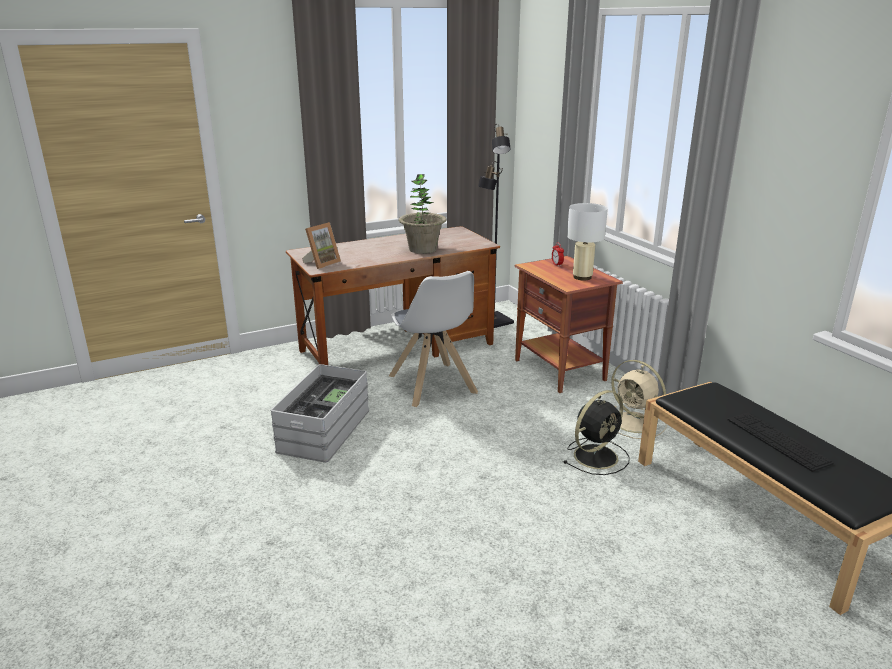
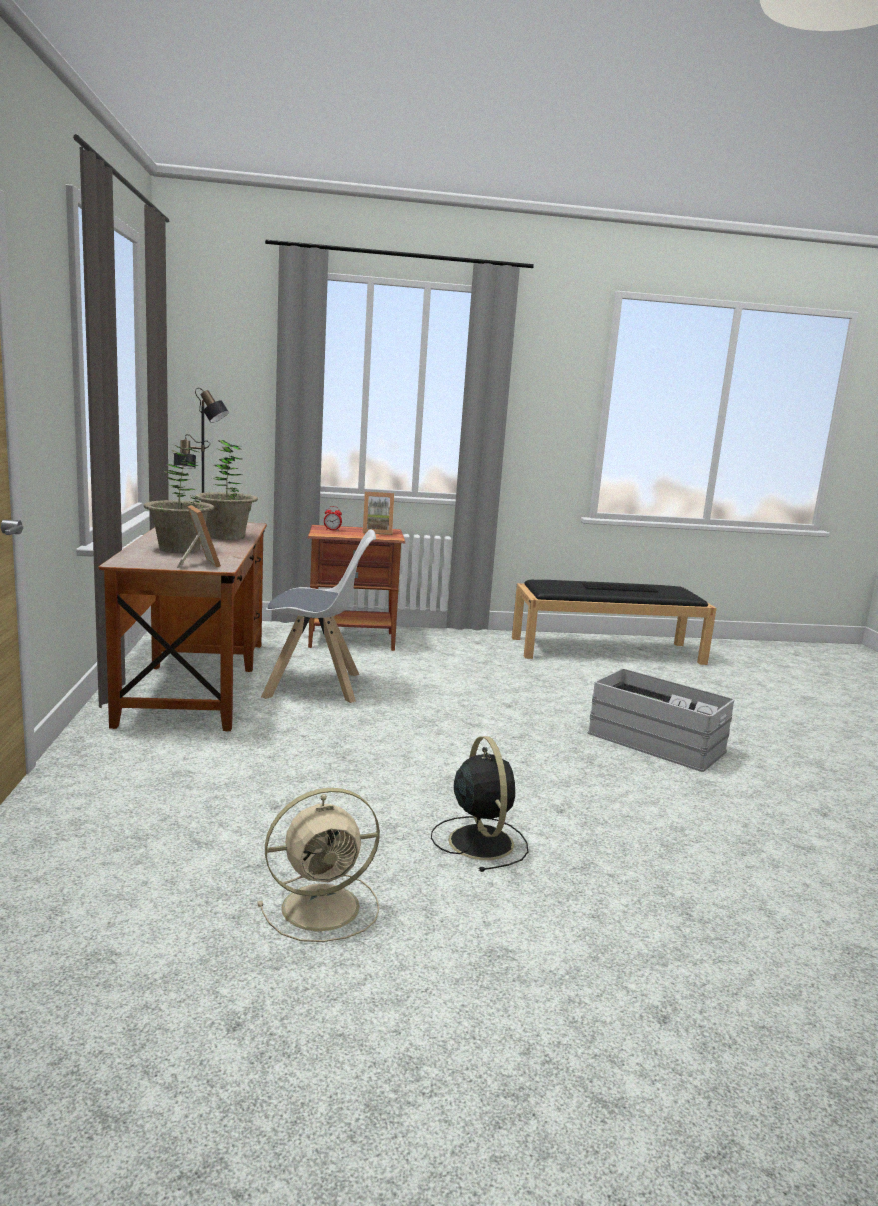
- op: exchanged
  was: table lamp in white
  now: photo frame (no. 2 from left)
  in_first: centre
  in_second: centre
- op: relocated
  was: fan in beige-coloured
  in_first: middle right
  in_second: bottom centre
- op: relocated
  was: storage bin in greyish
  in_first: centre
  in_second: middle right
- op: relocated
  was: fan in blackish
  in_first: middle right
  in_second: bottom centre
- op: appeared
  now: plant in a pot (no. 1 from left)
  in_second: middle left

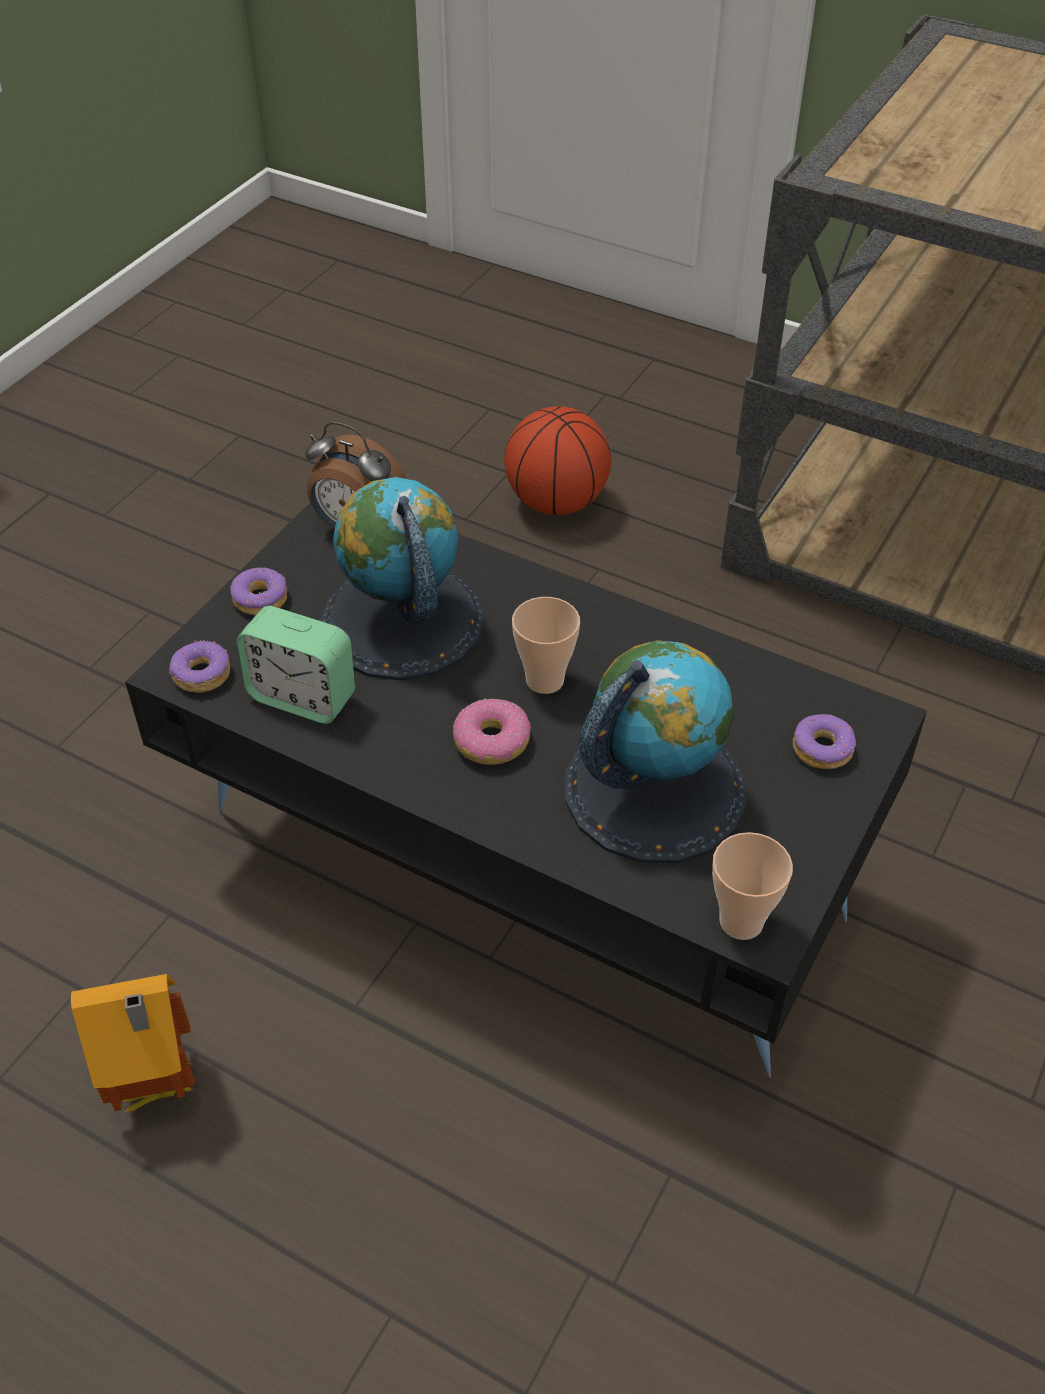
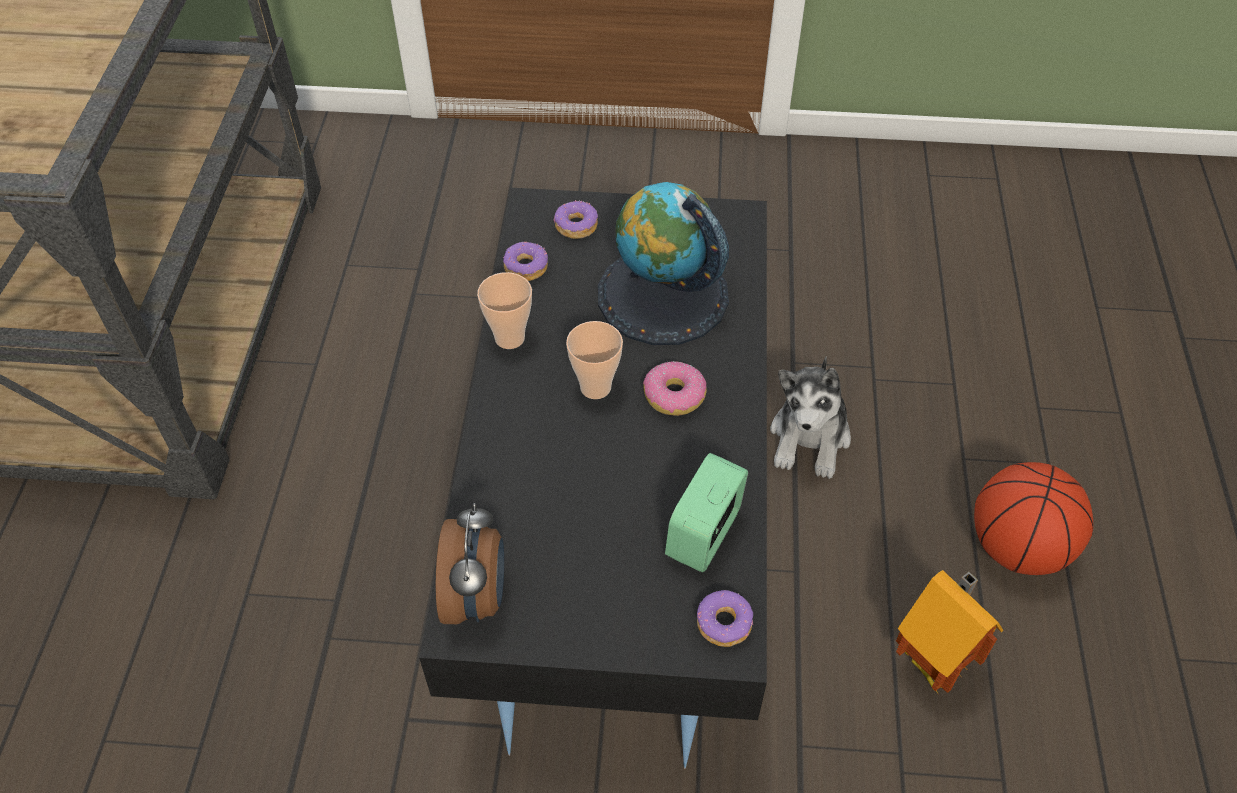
- op: relocated
  was: basketball ball
  in_first: top centre
  in_second: middle right
- op: missing
  was: world globe (no. 1 from left)
  in_first: centre
- op: relocated
  was: donut (no. 2 from left in the first image)
  now: donut (no. 1 from left)
  in_first: middle left
  in_second: top centre
- op: spun
  was: table clock (no. 1 from left in the first image)
  in_first: middle left
  in_second: centre
  clockwise: -150
- op: relocated
  was: small cup (no. 2 from left in the first image)
  now: small cup (no. 1 from left)
  in_first: middle right
  in_second: centre
- op: appeared
  now: plush toy
  in_second: centre

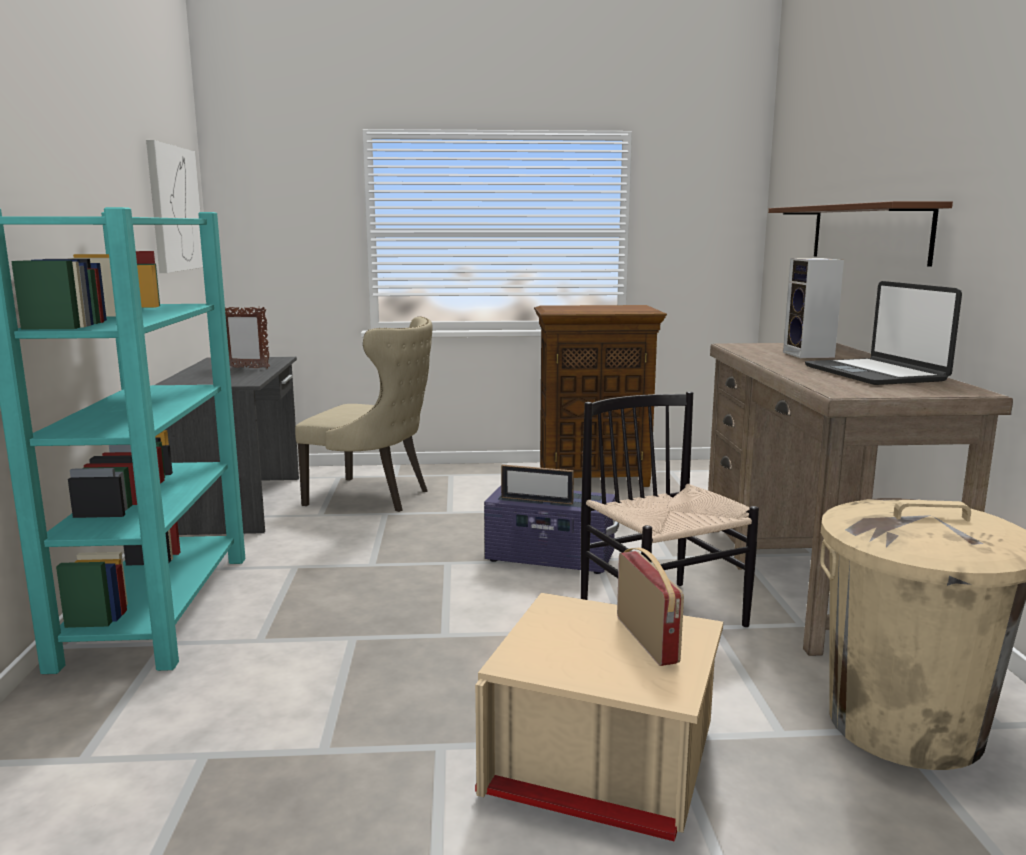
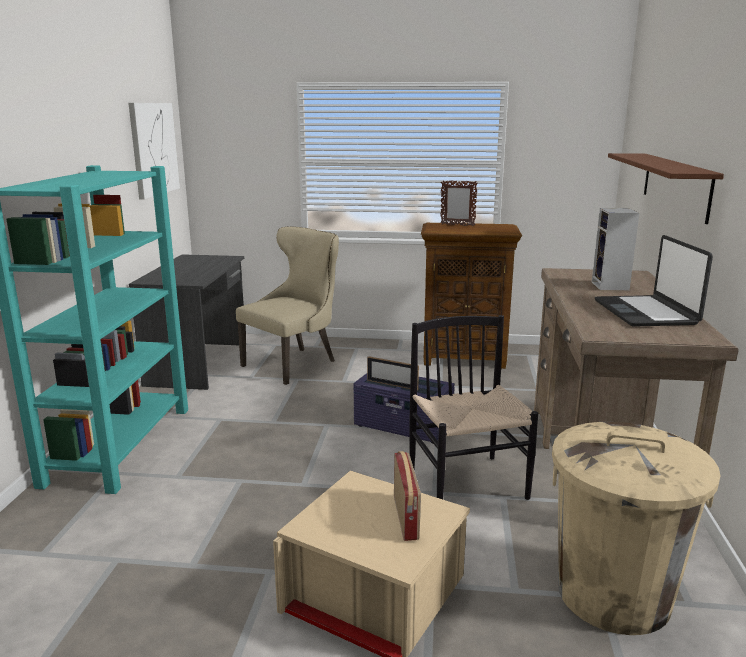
- op: relocated
  was: photo frame (no. 1 from left in the first image)
  now: photo frame (no. 2 from left)
  in_first: middle left
  in_second: top centre
- op: spun
  was: upright chair in beige-coloured
  in_first: centre
  in_second: centre
  clockwise: -75

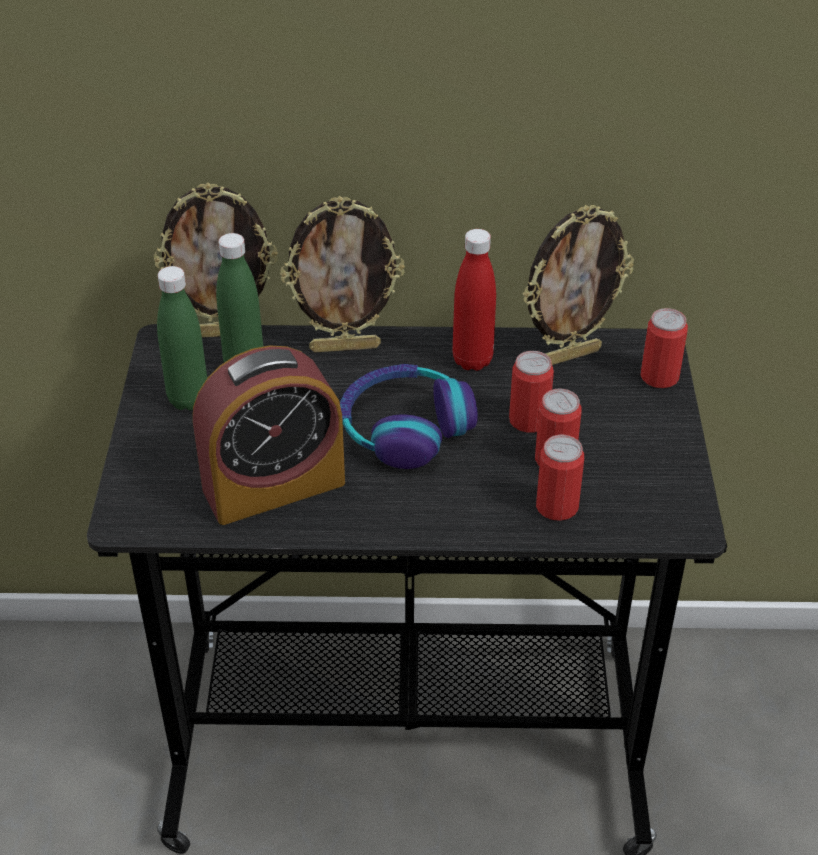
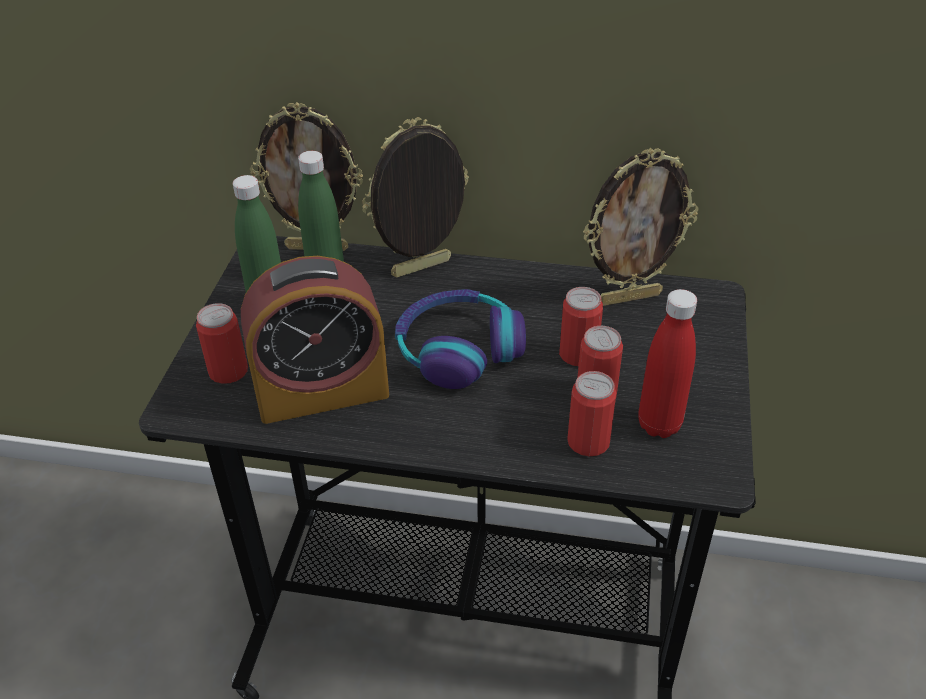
- op: spun
  was: photo frame (no. 2 from left)
  in_first: top centre
  in_second: top centre
  clockwise: 150
- op: relocated
  was: drink bottle in red
  in_first: centre
  in_second: middle right
- op: relocated
  was: metal can (no. 4 from left in the first image)
  now: metal can (no. 1 from left)
  in_first: middle right
  in_second: middle left

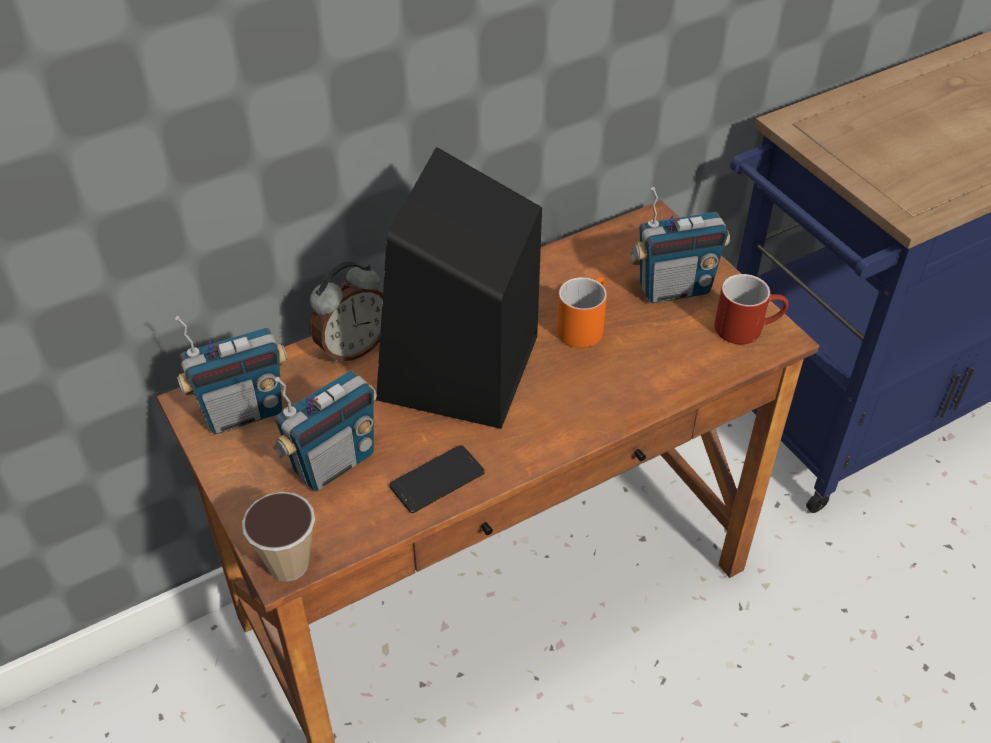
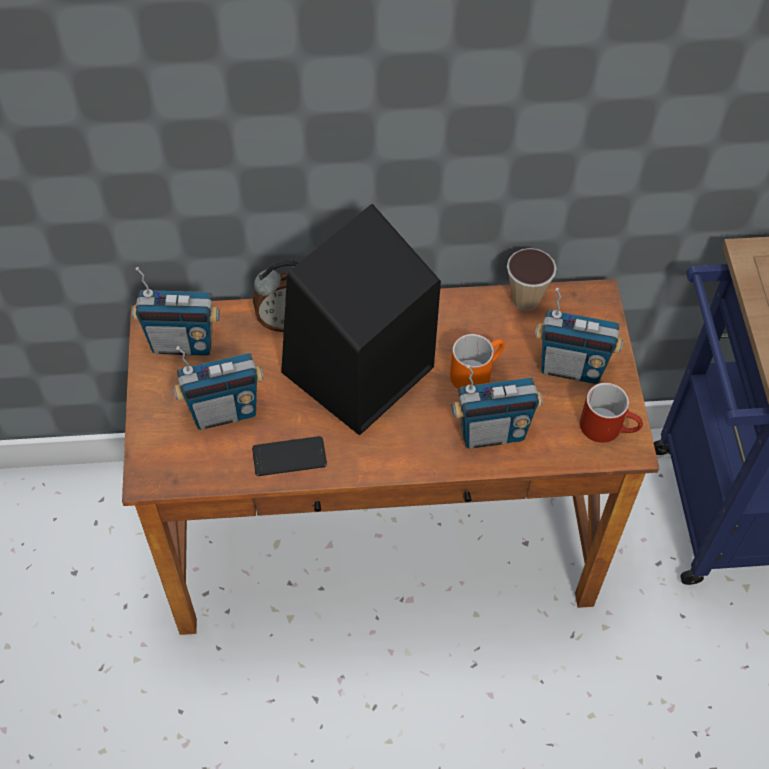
- op: relocated
  was: small cup
  in_first: bottom left
  in_second: middle right
- op: appeared
  now: radio (no. 3 from left)
  in_second: centre

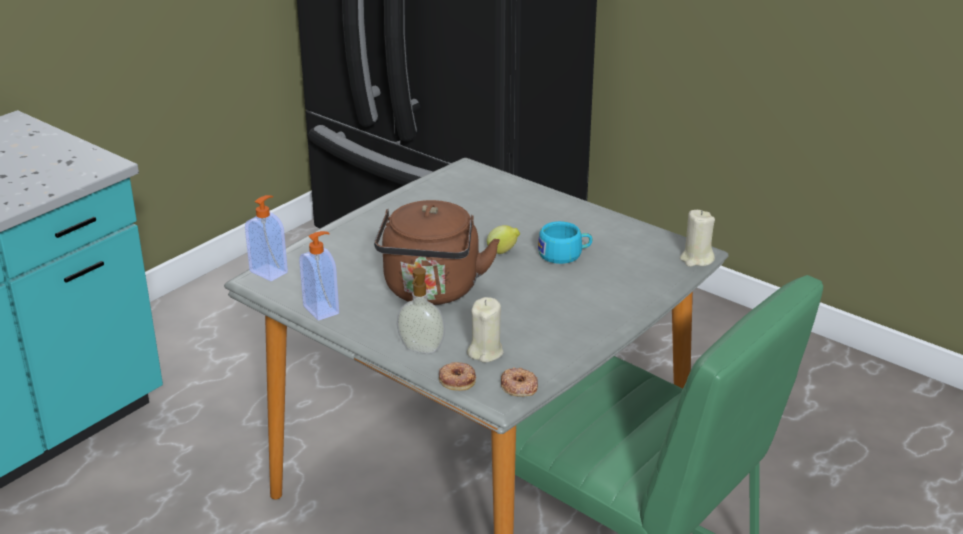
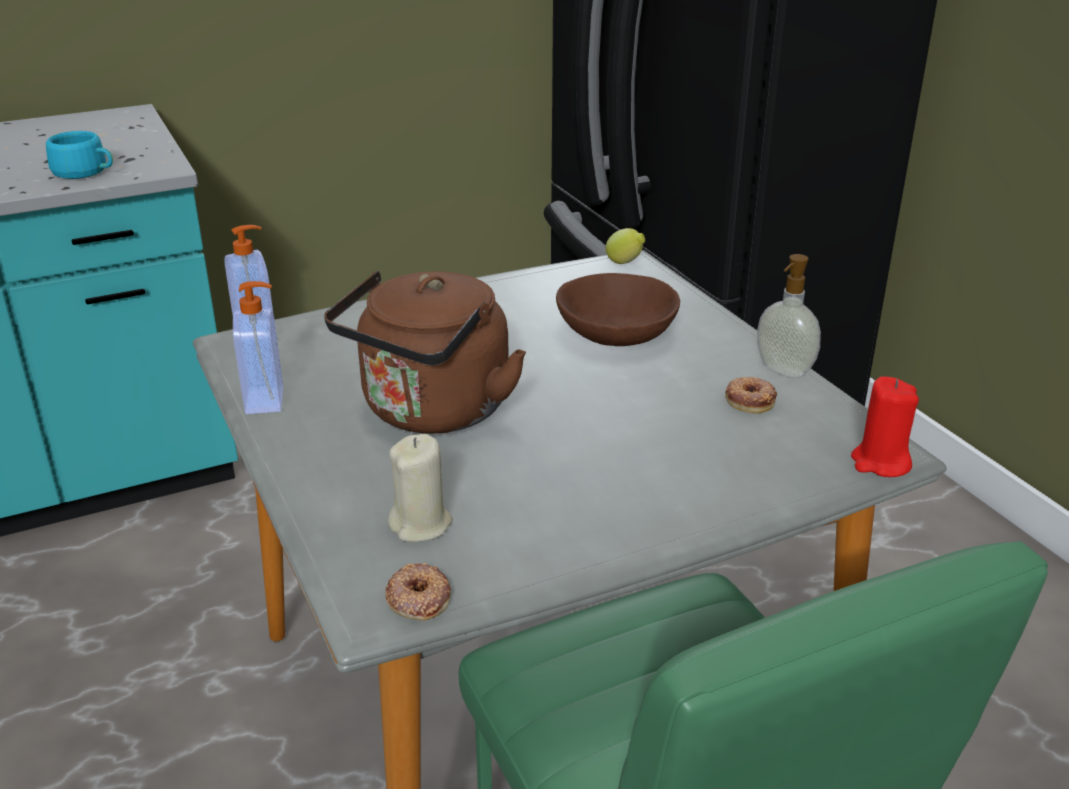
- op: colour
  was: candle in beige-coloured (no. 2 from left)
  now: candle in red
  in_first: middle right
  in_second: middle right
- op: relocated
  was: small cup in turquoise-coloured
  in_first: centre
  in_second: top left
- op: relocated
  was: lemon
  in_first: centre
  in_second: top centre
- op: relocated
  was: soap bottle (no. 3 from left)
  in_first: centre
  in_second: middle right
- op: relocated
  was: donut (no. 1 from left in the first image)
  now: donut (no. 2 from left)
  in_first: bottom centre
  in_second: middle right
- op: appeared
  now: bowl in brown
  in_second: centre

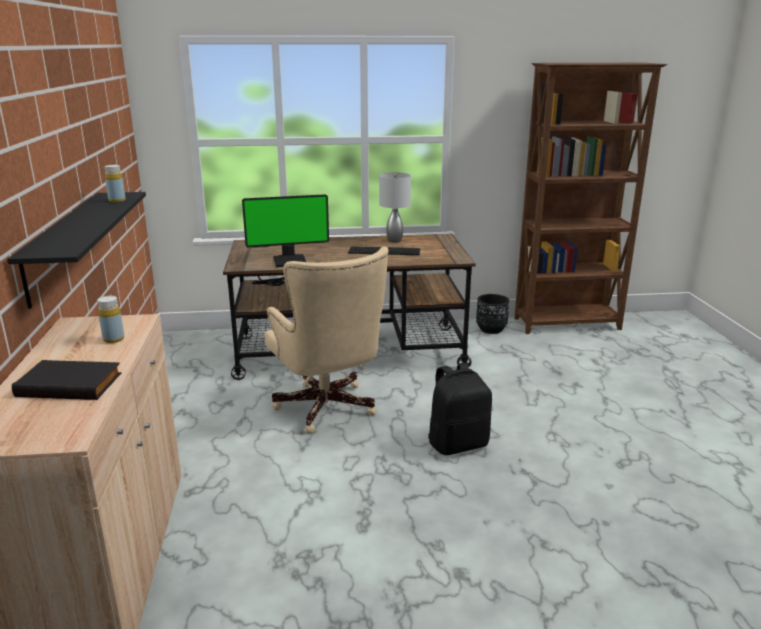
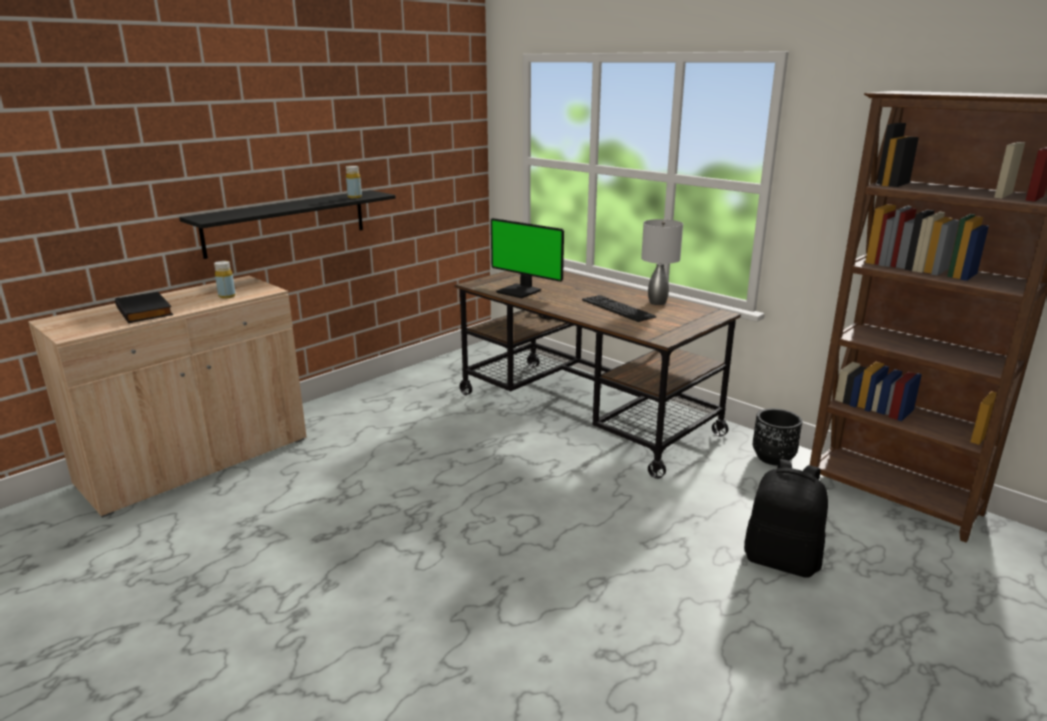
- op: missing
  was: office chair in beige-coloured
  in_first: centre
- op: relocated
  was: knapsack in blackish
  in_first: centre
  in_second: bottom right

